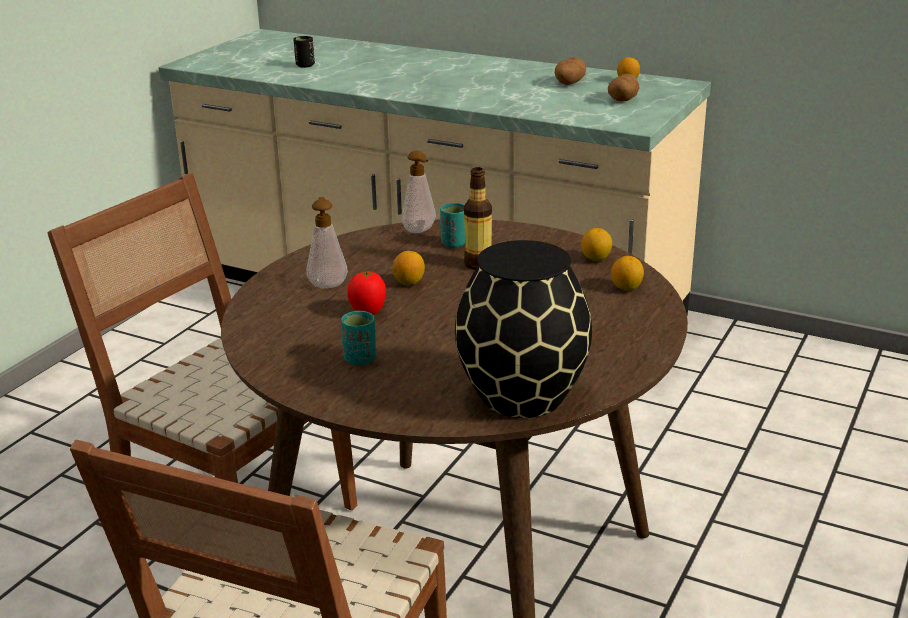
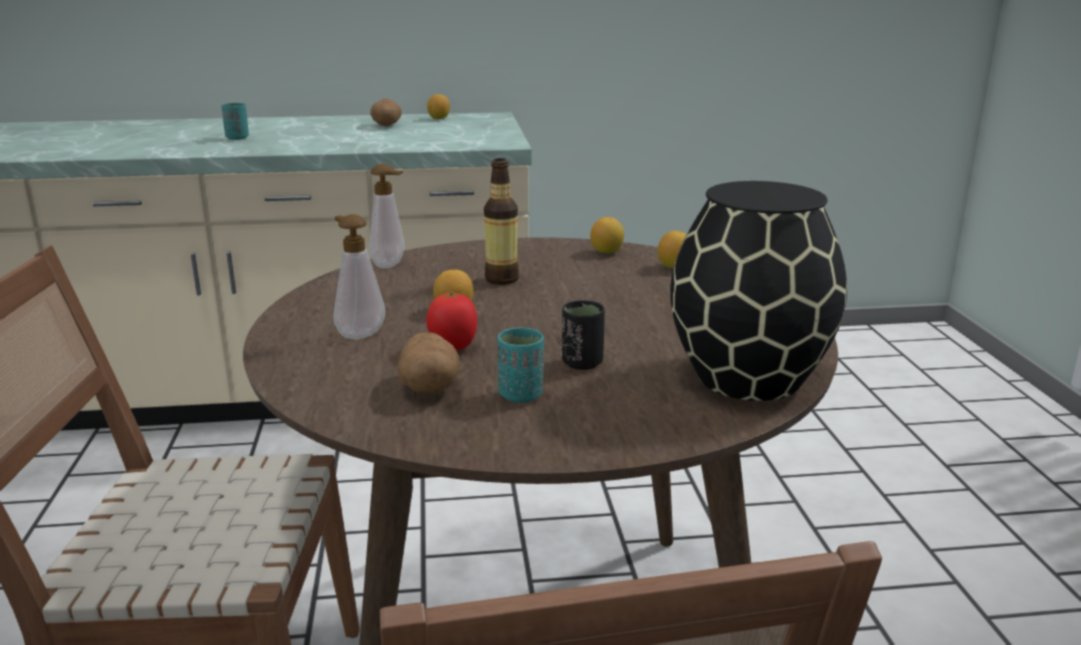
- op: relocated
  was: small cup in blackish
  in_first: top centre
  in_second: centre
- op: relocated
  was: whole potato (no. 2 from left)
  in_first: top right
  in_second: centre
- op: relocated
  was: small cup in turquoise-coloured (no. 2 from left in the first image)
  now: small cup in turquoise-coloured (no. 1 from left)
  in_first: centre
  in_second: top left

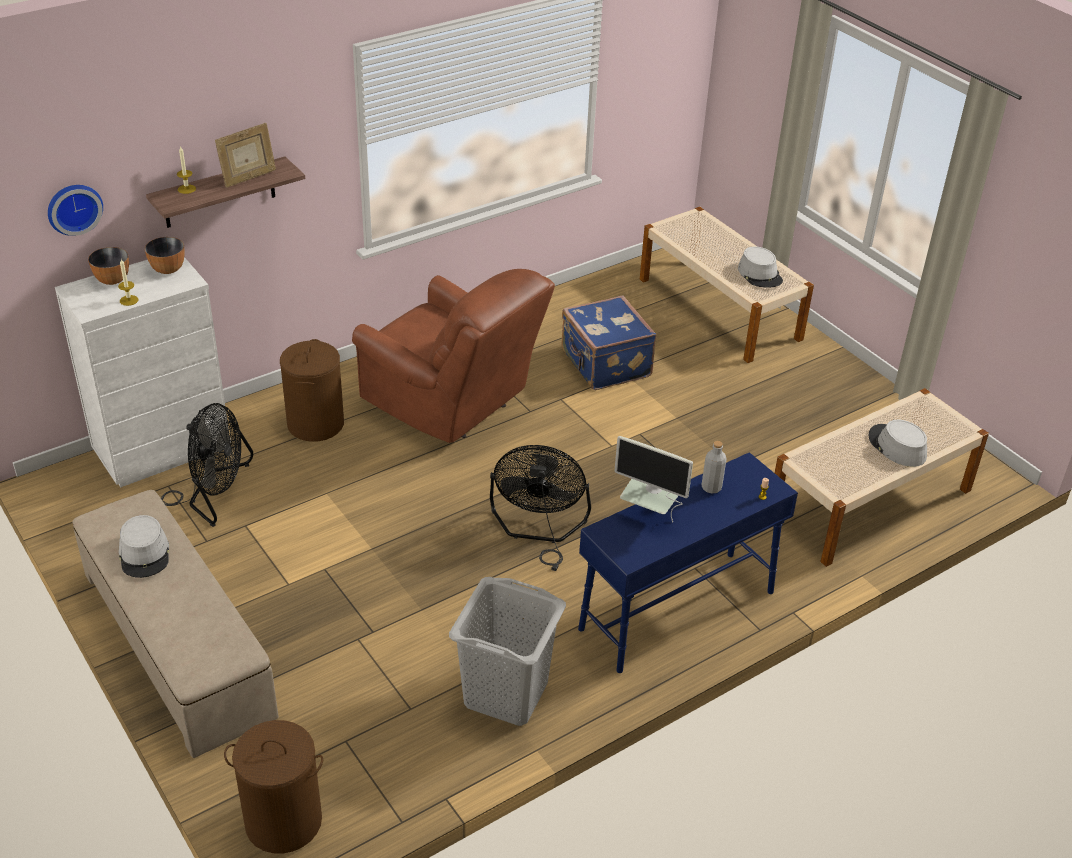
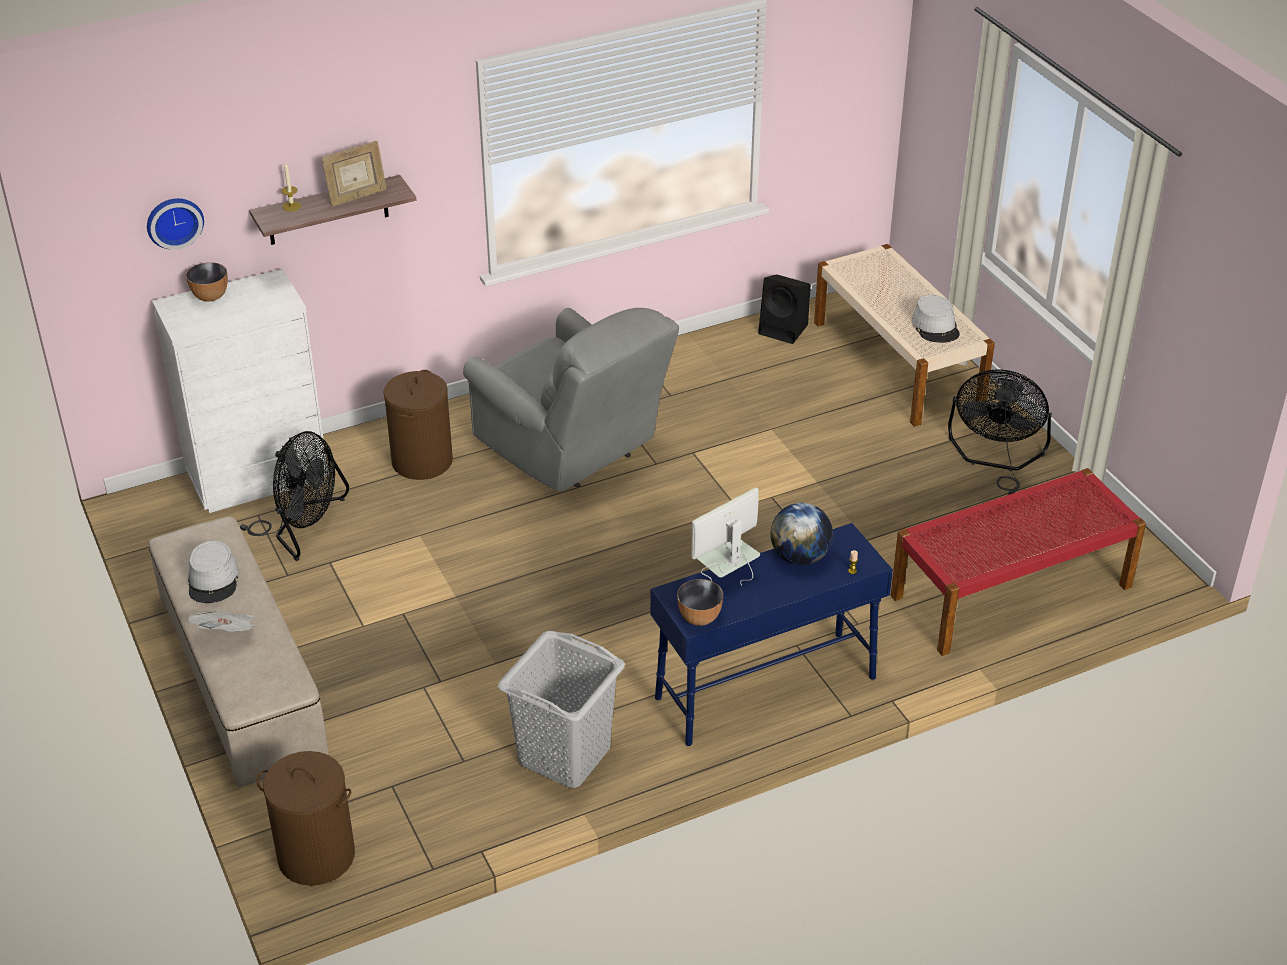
- op: relocated
  was: bowl (no. 2 from left)
  in_first: top left
  in_second: centre
- op: missing
  was: candle (no. 1 from left)
  in_first: top left
- op: colour
  was: lounge chair in brown
  now: lounge chair in greyish
  in_first: centre
  in_second: centre
- op: missing
  was: travel case in bluish
  in_first: centre
- op: colour
  was: bench in beige-coloured (no. 3 from left)
  now: bench in red
  in_first: middle right
  in_second: middle right
- op: missing
  was: clothing hat in greyish (no. 3 from left)
  in_first: middle right
- op: spun
  was: computer display
  in_first: centre
  in_second: centre
  clockwise: 105
- op: exchanged
  was: drink bottle in greyish
  now: world globe
  in_first: centre
  in_second: centre
- op: relocated
  was: fan in blackish (no. 2 from left)
  in_first: centre
  in_second: middle right
- op: appeared
  now: audio speaker in blackish
  in_second: top centre
- op: appeared
  now: printed paper
  in_second: middle left

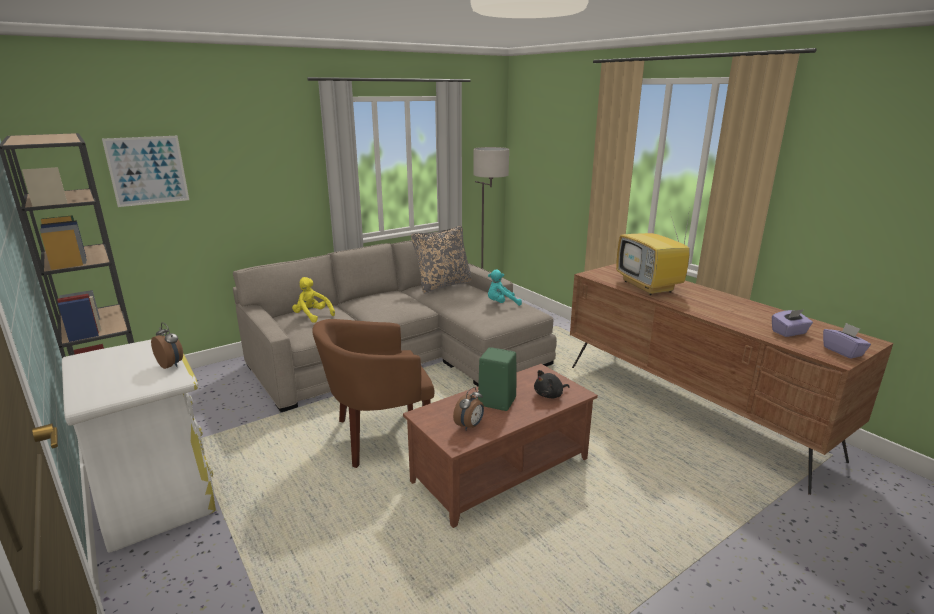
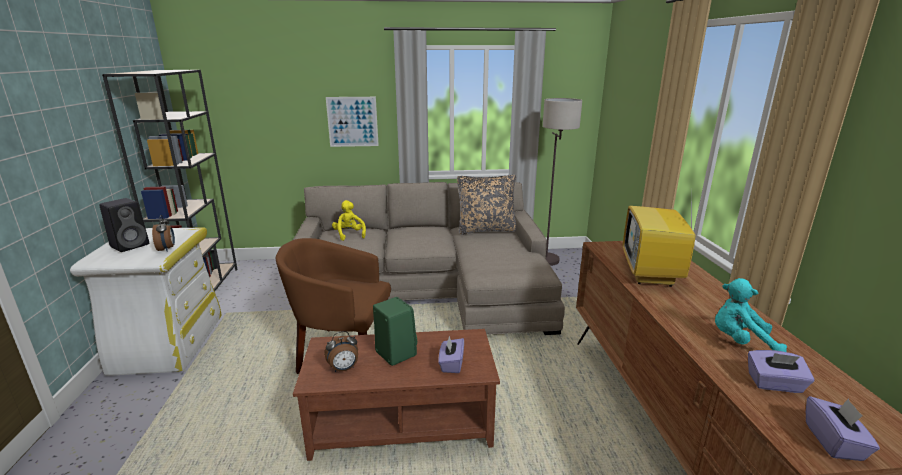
- op: relocated
  was: wall art
  in_first: top left
  in_second: top centre
- op: relocated
  was: plush toy in turquoise-coloured
  in_first: centre
  in_second: middle right
- op: exchanged
  was: plush toy in blackish
  now: tissue box in purplish (no. 1 from left)
  in_first: centre
  in_second: bottom centre
- op: appeared
  now: audio speaker in blackish
  in_second: middle left

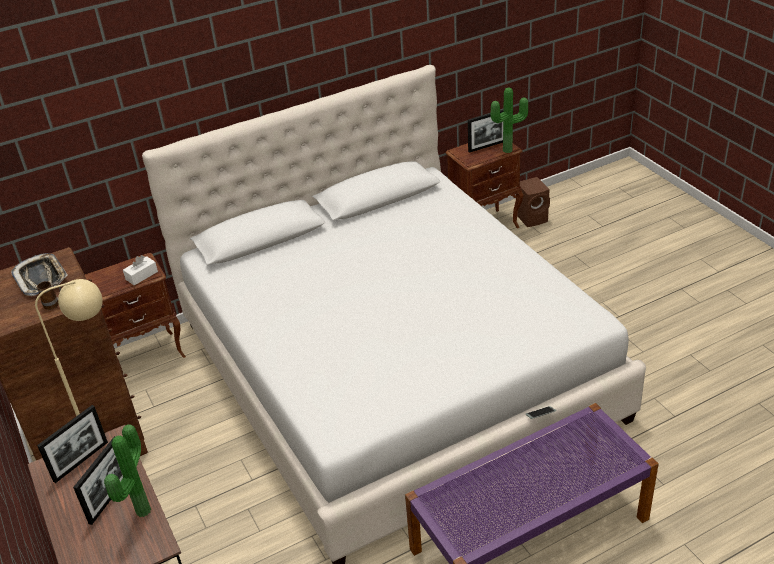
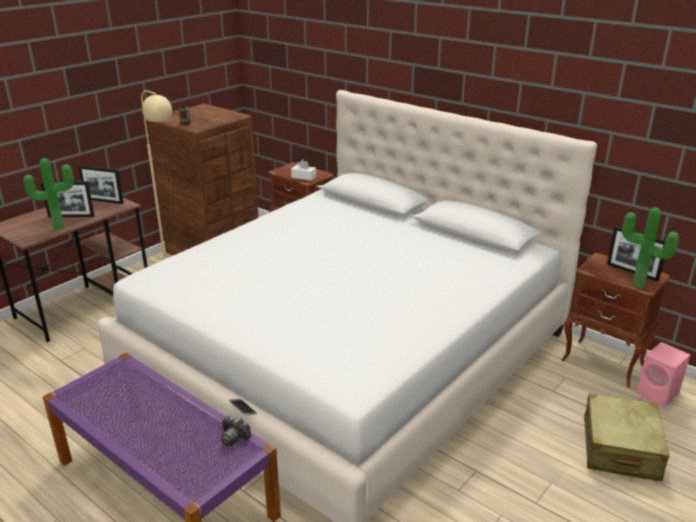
- op: colour
  was: audio speaker in brown
  now: audio speaker in pink-coloured
  in_first: middle right
  in_second: bottom right
- op: missing
  was: carrying tray
  in_first: middle left
- op: appeared
  now: travel case in beige-coloured
  in_second: bottom right
- op: appeared
  now: photo camera
  in_second: bottom centre

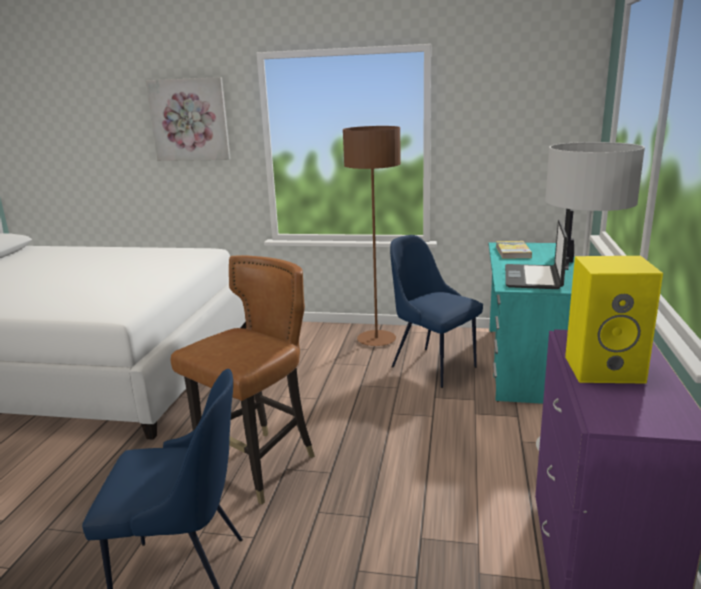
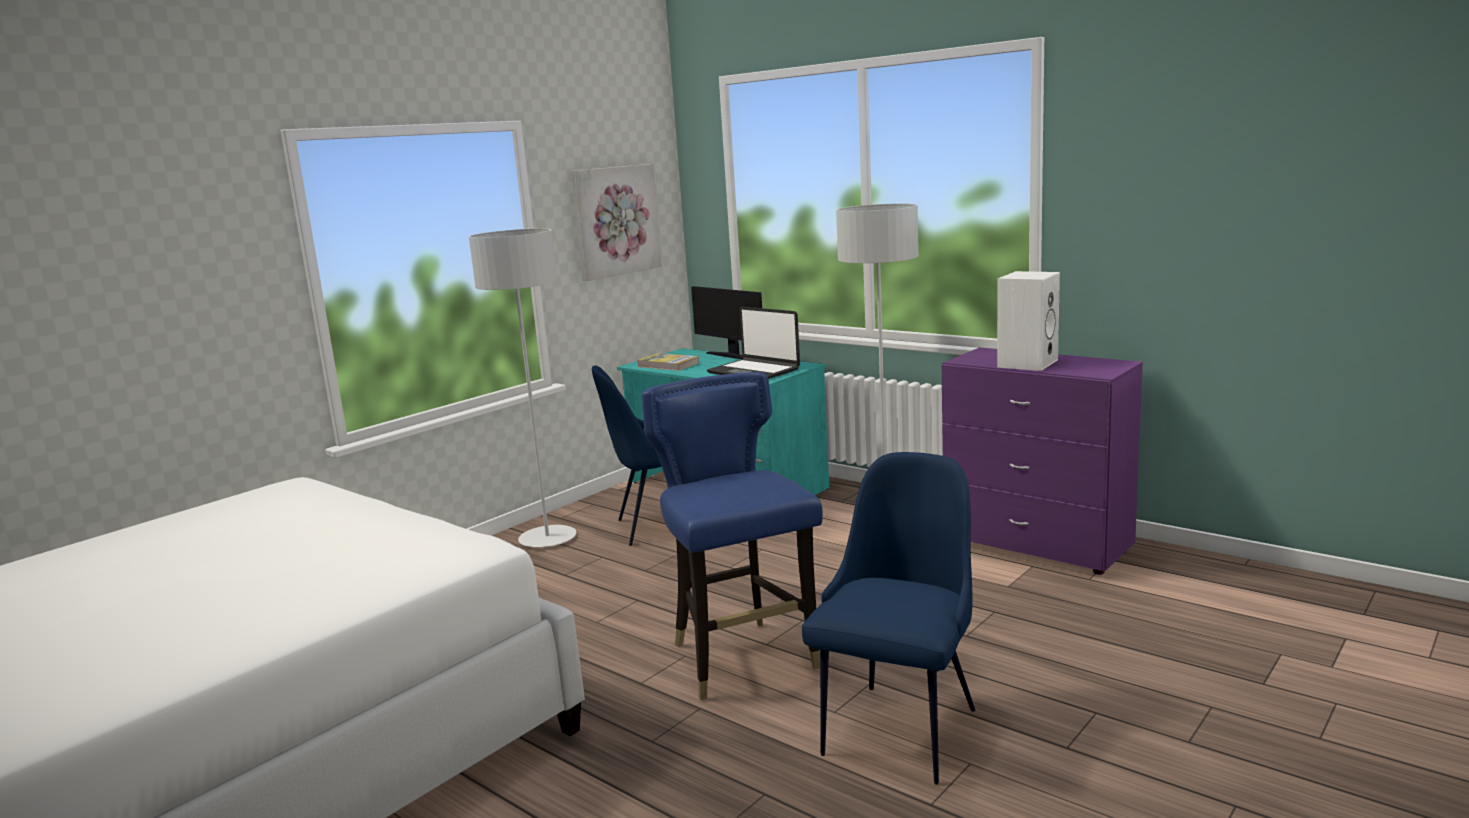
- op: relocated
  was: wall art
  in_first: top left
  in_second: top centre
- op: colour
  was: standard lamp in brown
  now: standard lamp in greyish (no. 1 from left)
  in_first: centre
  in_second: centre
- op: colour
  was: upright chair in brown
  now: upright chair in bluish (no. 2 from left)
  in_first: centre
  in_second: centre
- op: colour
  was: audio speaker in yellow
  now: audio speaker in white
  in_first: middle right
  in_second: middle right

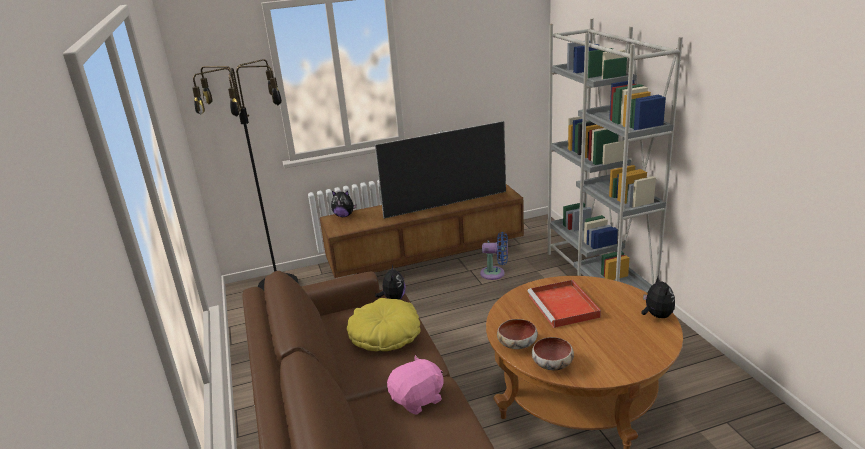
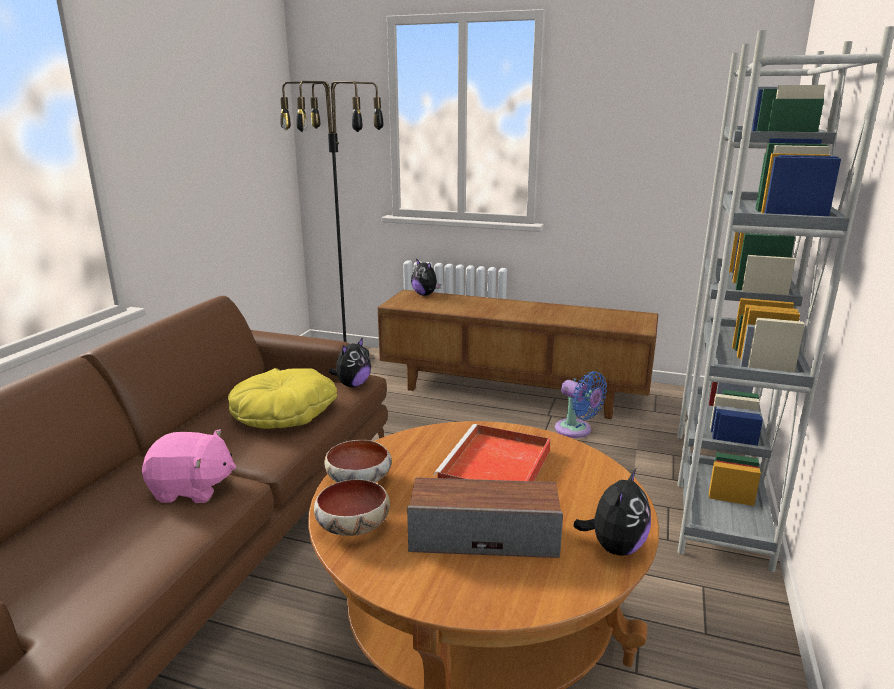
- op: missing
  was: television
  in_first: centre
- op: appeared
  now: audio speaker
  in_second: bottom centre

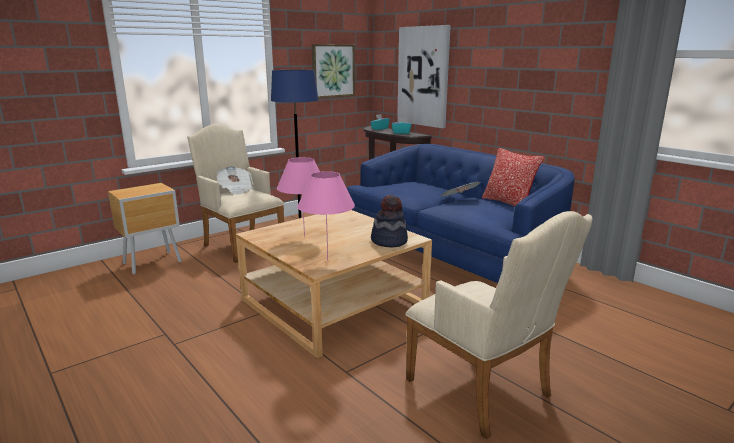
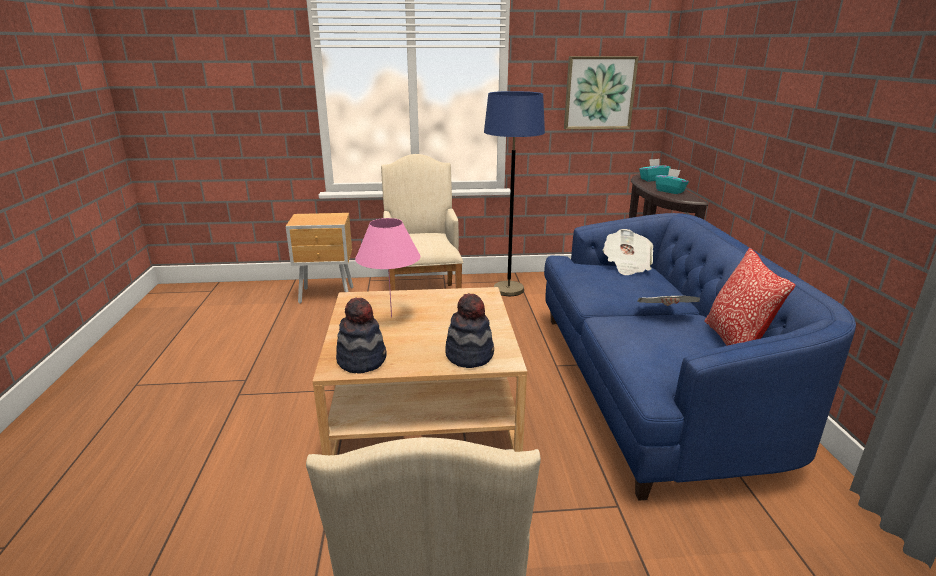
- op: missing
  was: wall art (no. 2 from left)
  in_first: top centre
- op: relocated
  was: printed paper (no. 1 from left)
  in_first: middle left
  in_second: middle right
- op: exchanged
  was: table lamp in pink-coloured (no. 2 from left)
  now: clothing hat (no. 1 from left)
  in_first: centre
  in_second: centre

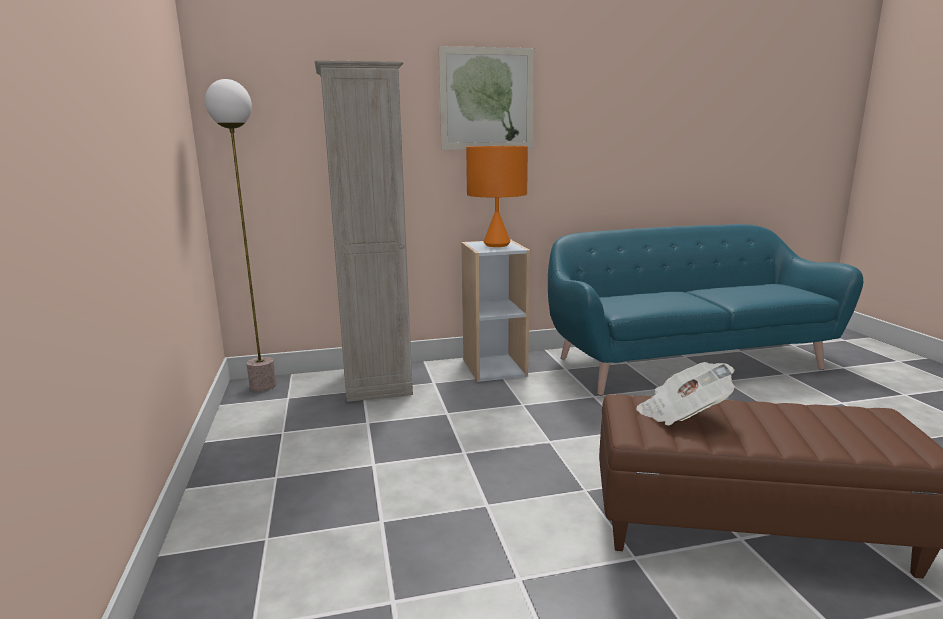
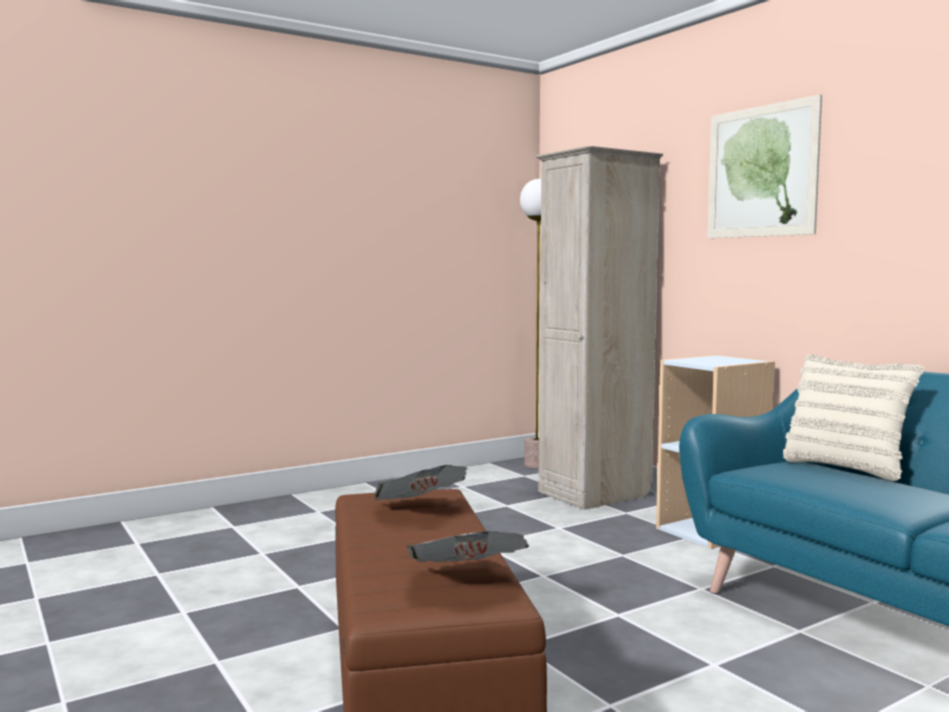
- op: missing
  was: table lamp in orangey
  in_first: top centre
- op: appeared
  now: cushion in beige-coloured
  in_second: middle right
- op: appeared
  now: printed paper (no. 2 from left)
  in_second: bottom centre

